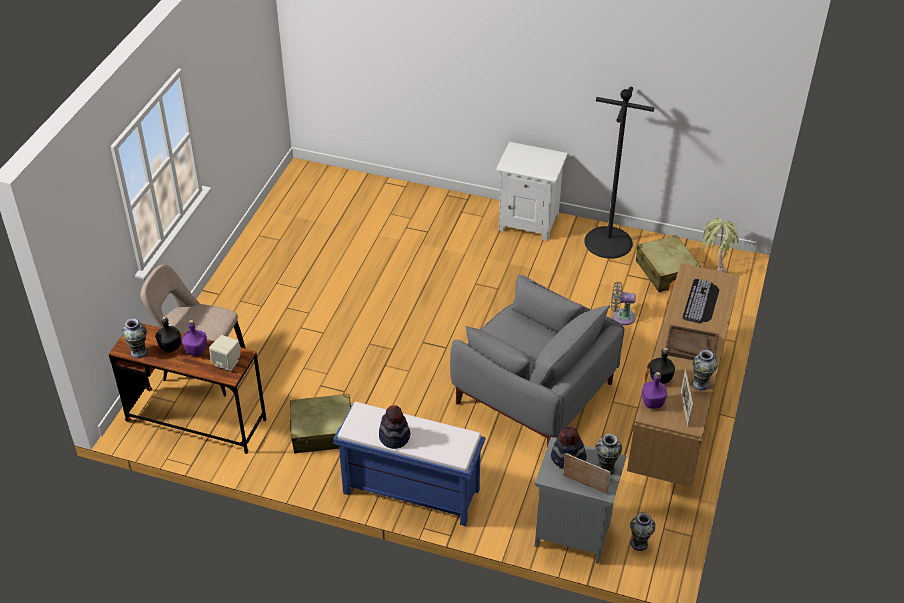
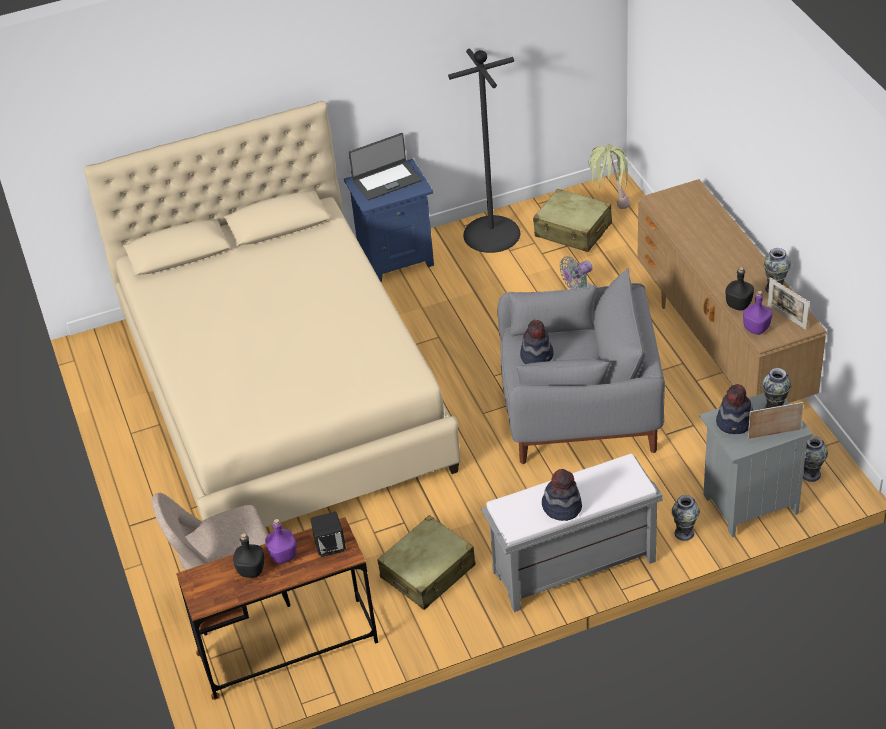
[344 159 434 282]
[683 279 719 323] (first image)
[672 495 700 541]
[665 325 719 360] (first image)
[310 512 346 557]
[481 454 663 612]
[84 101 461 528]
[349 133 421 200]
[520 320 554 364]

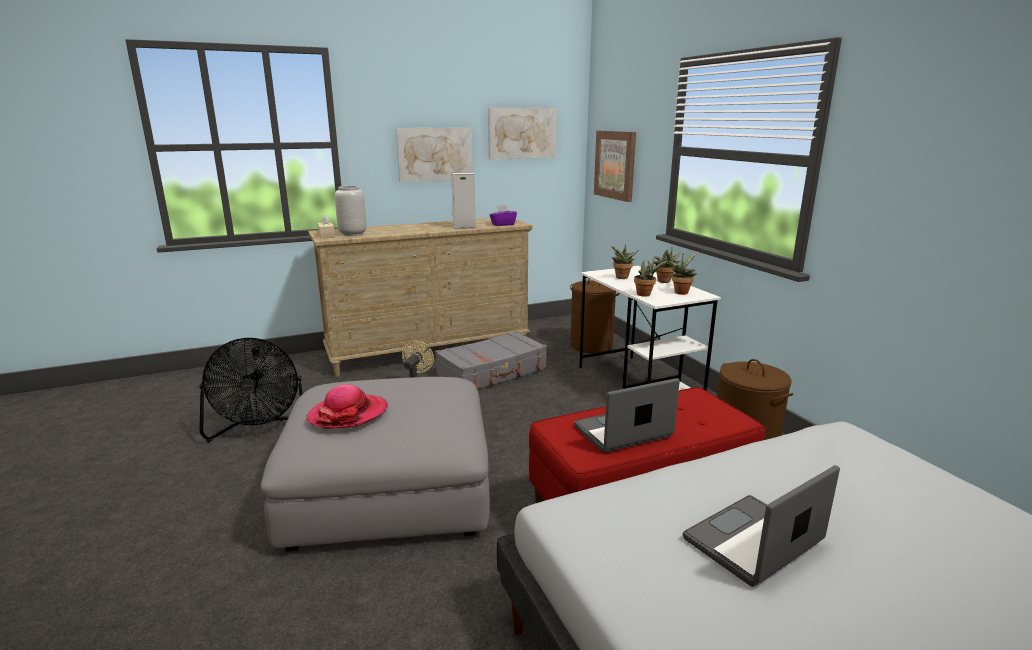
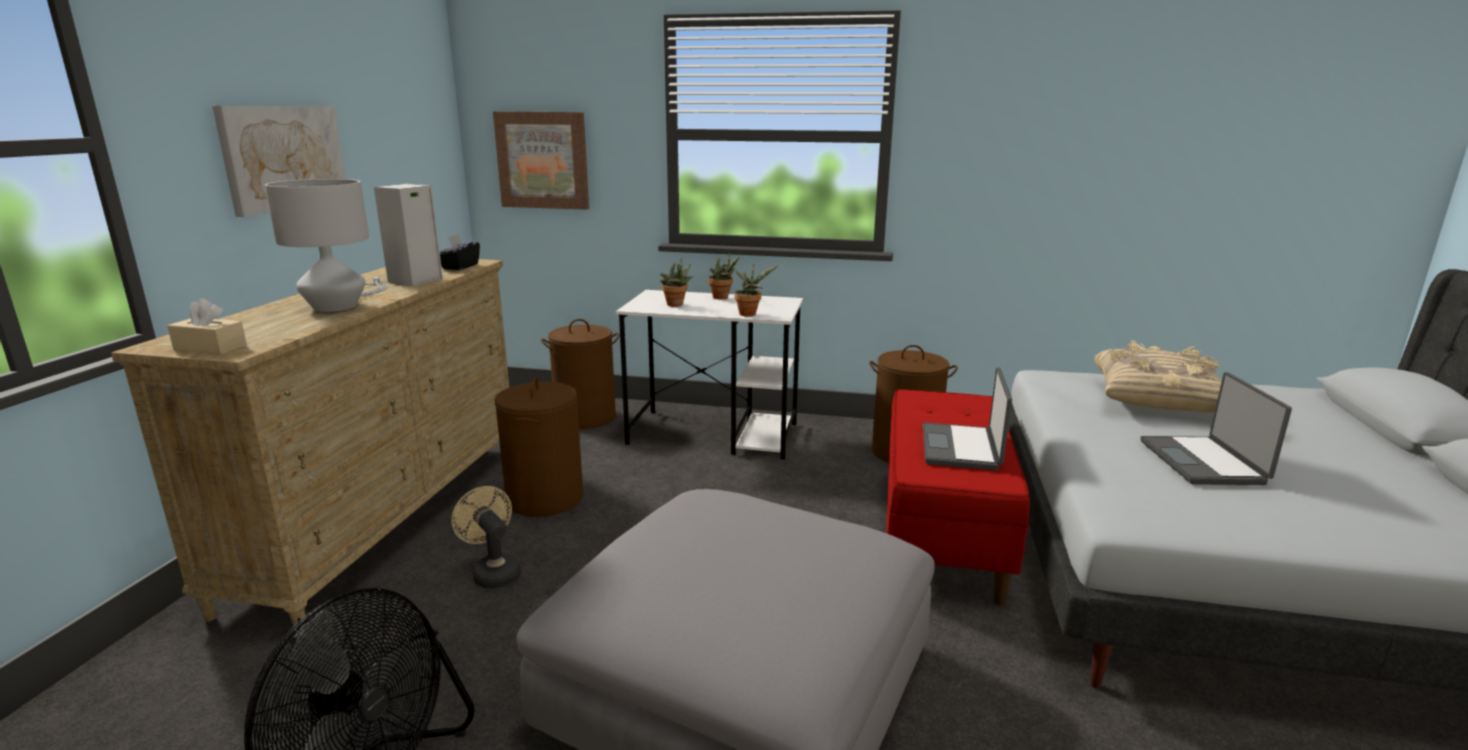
[488 107 557 160] (first image)
[335 186 366 236] (first image)
[440 234 480 270]
[668 251 698 295] (first image)
[494 377 583 517]
[306 384 388 429] (first image)
[265 179 388 312]
[1094 340 1222 413]

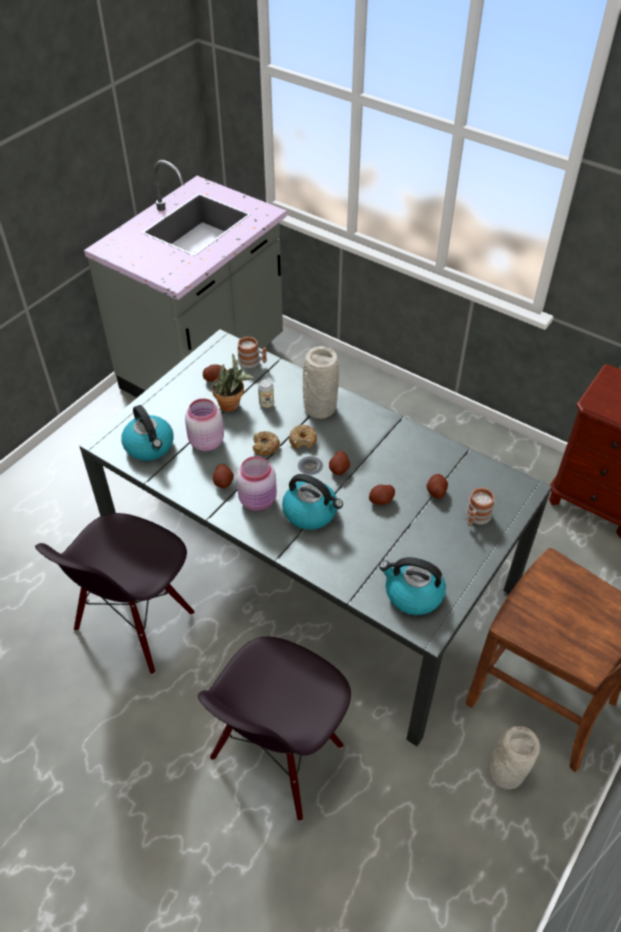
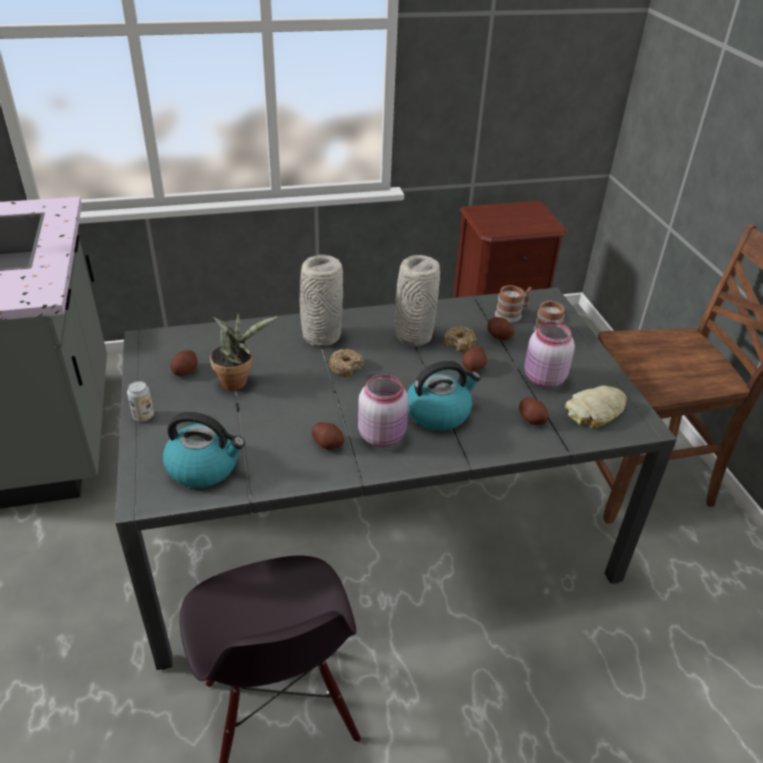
[495 285 532 323]
[127 381 154 421]
[524 322 575 388]
[444 326 477 352]
[519 397 548 425]
[565 385 627 428]
[198 637 351 821] (first image)
[395 255 440 347]

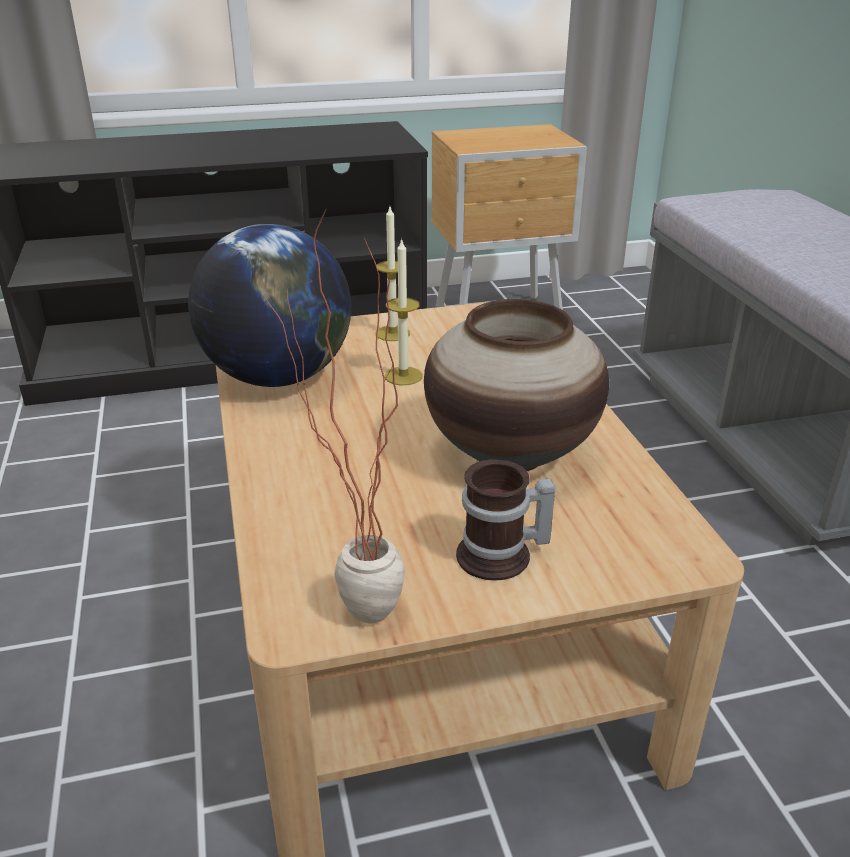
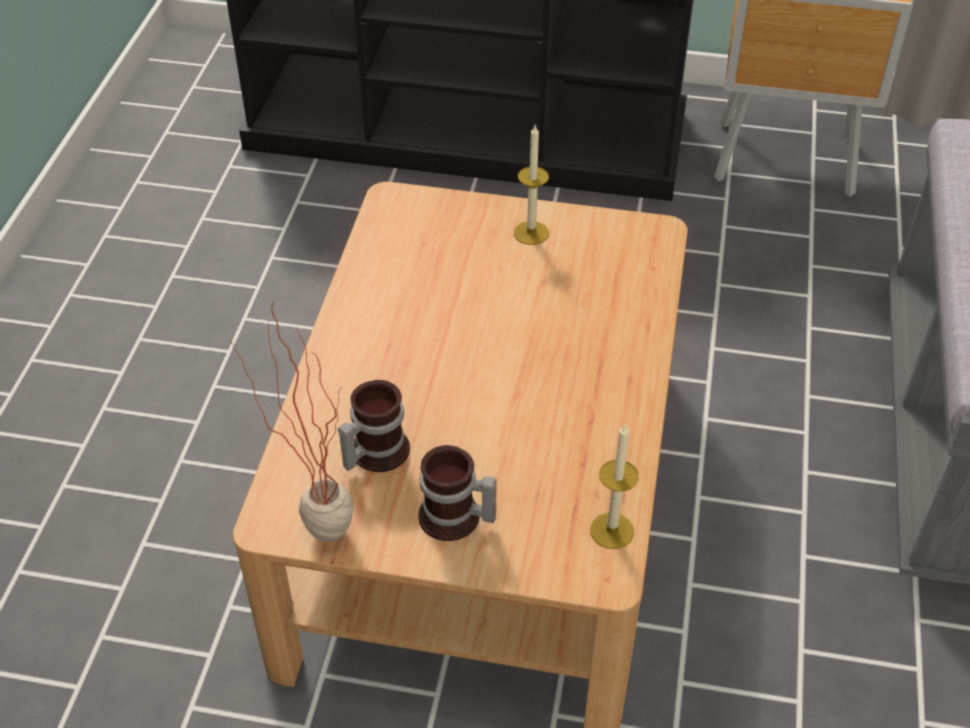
[188 224 351 387] (first image)
[590 423 639 549]
[424 299 609 471] (first image)
[338 380 410 472]

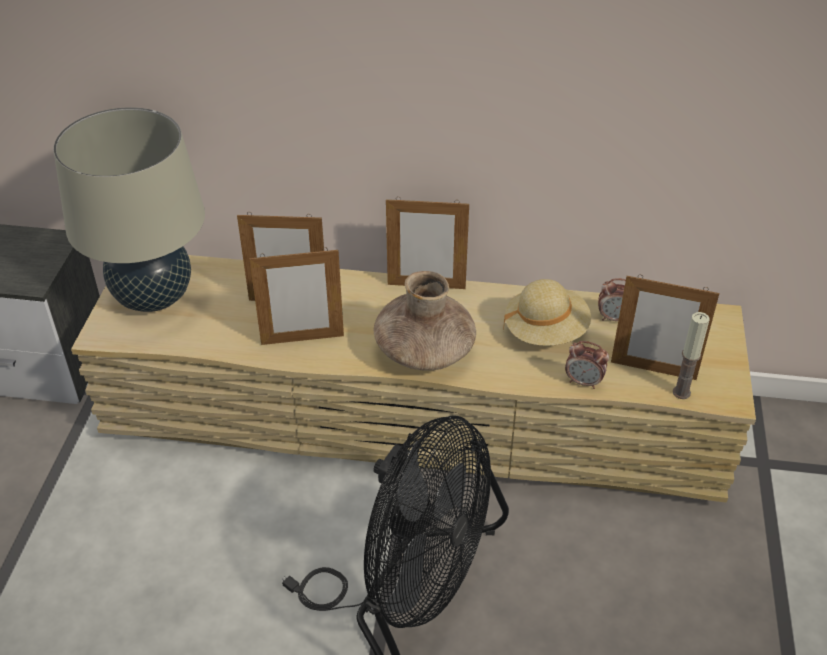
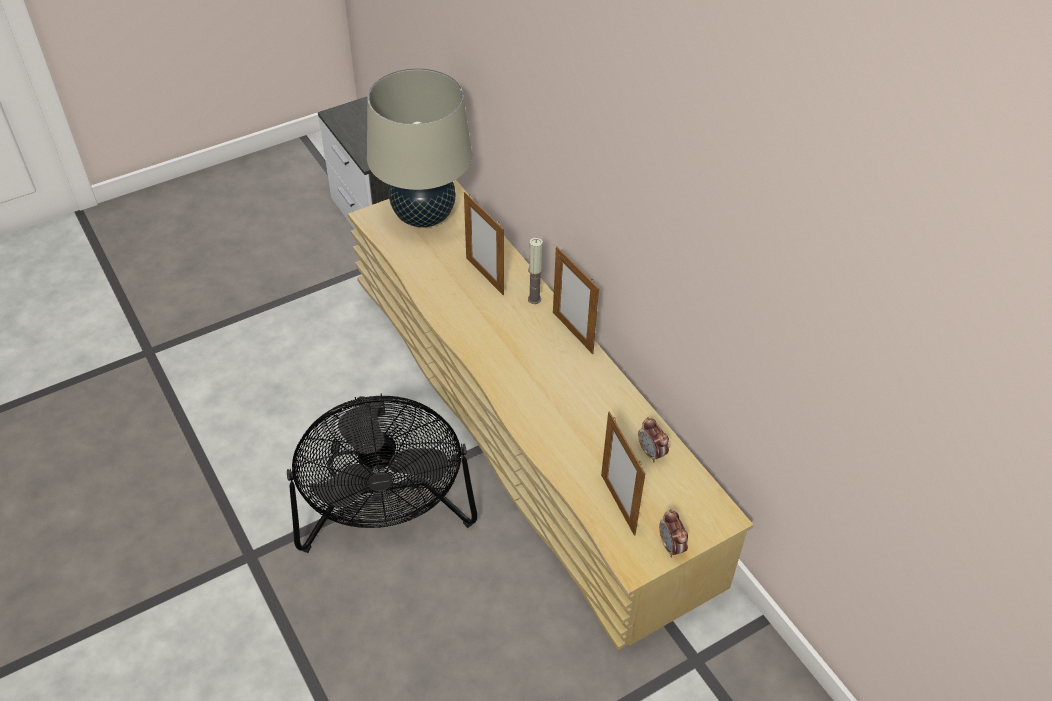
[249 248 344 345] (first image)
[374 271 476 370] (first image)
[503 279 591 346] (first image)
[528 238 543 304]
[659 509 688 558]

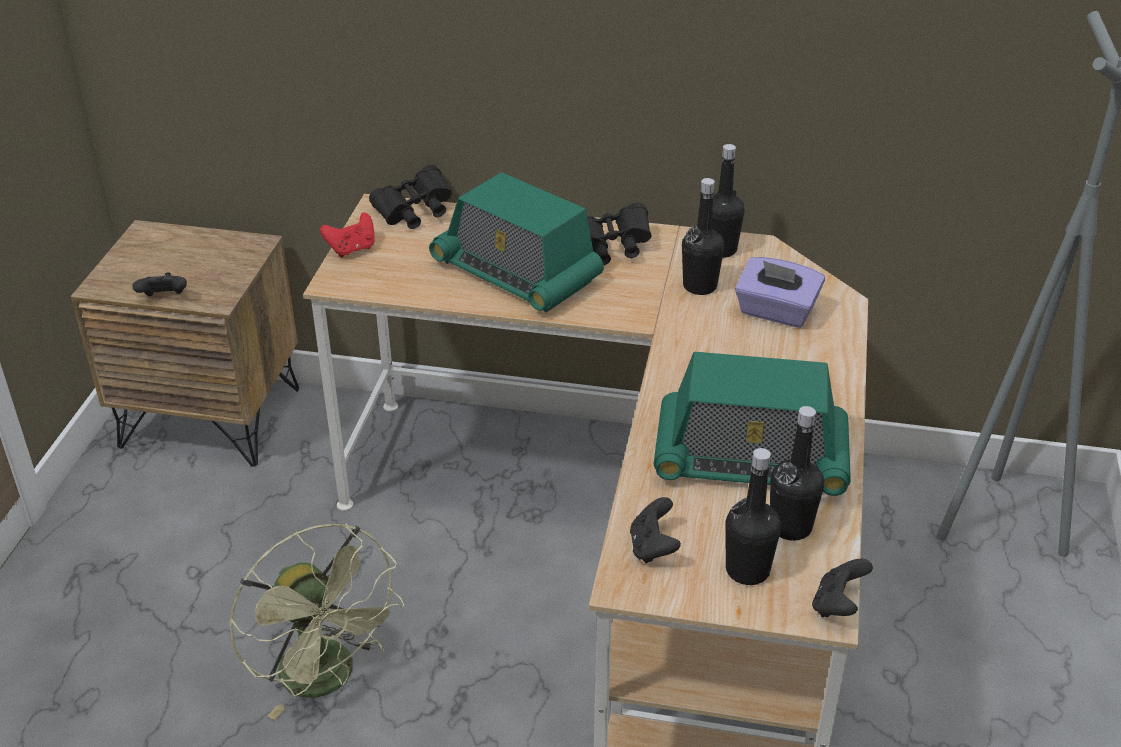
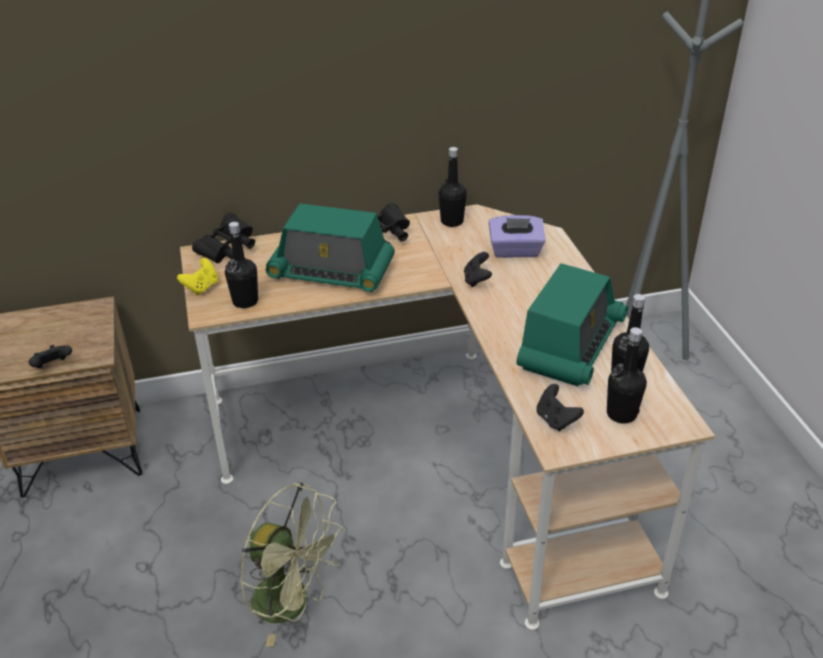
[225 222 258 308]
[177 258 218 295]
[517 263 628 386]
[464 252 492 287]

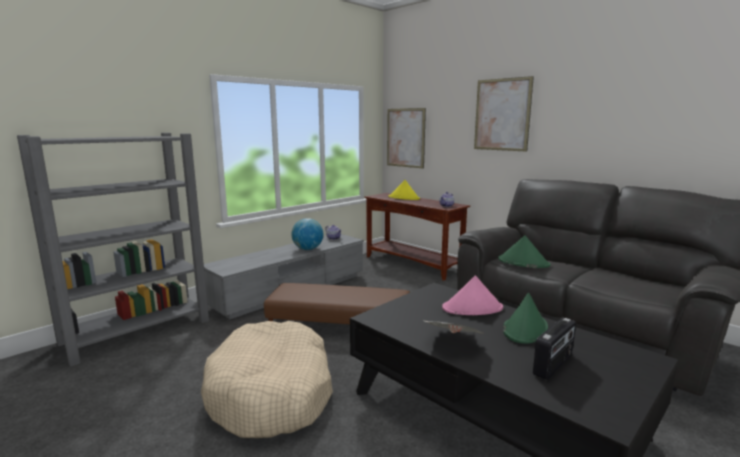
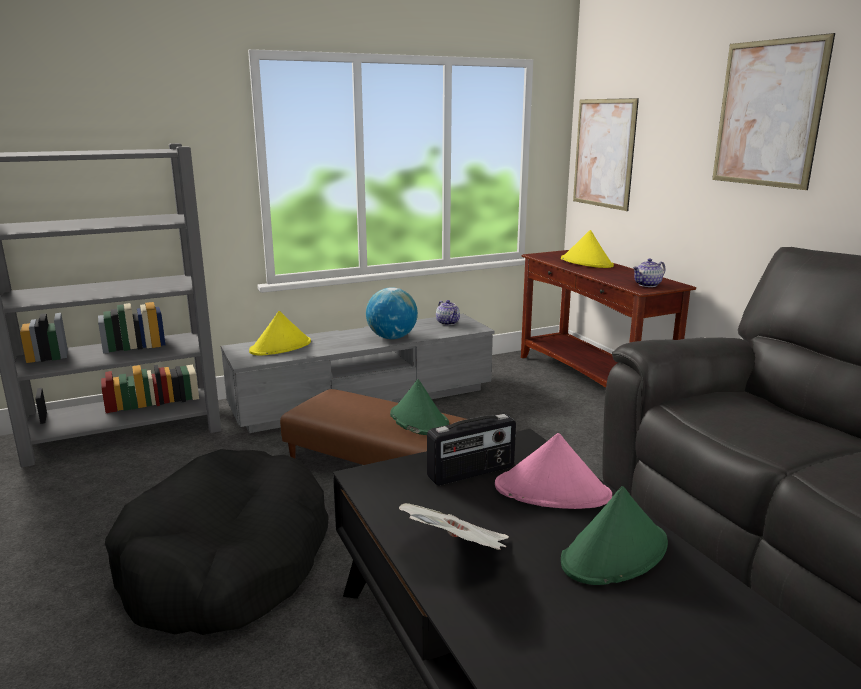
[390 379 449 435]
[427 413 516 485]
[105 449 329 635]
[249 311 311 355]

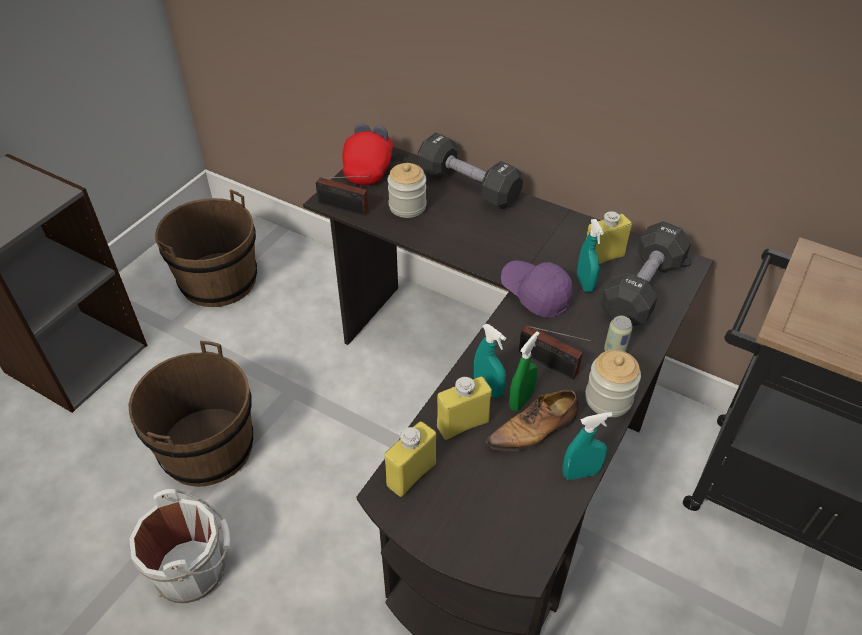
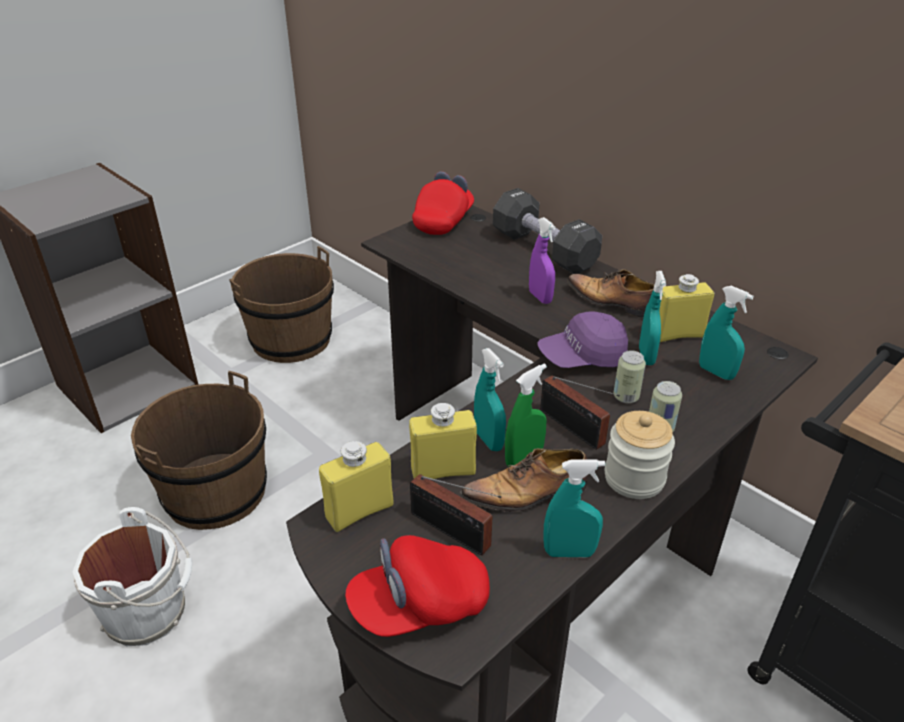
[388 163 427 218] (first image)
[410 474 501 555]
[699 286 754 380]
[537 311 628 368]
[529 217 556 304]
[567 269 654 318]
[614 350 646 403]
[345 535 490 637]

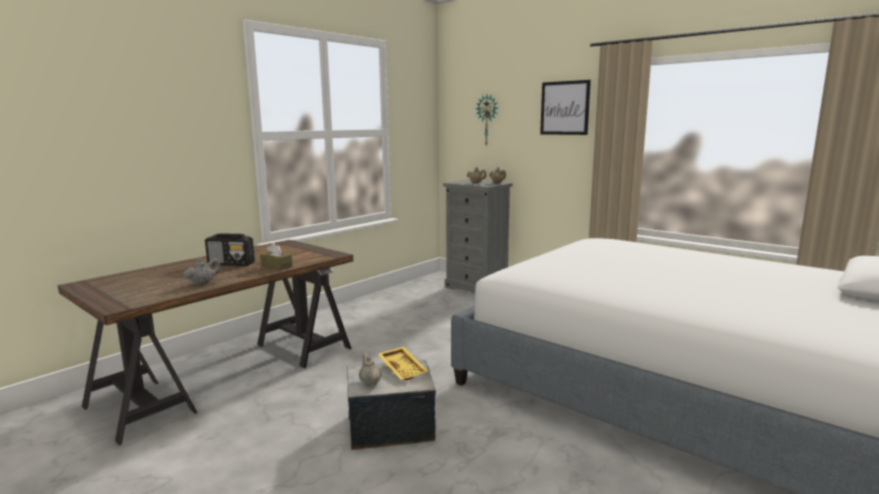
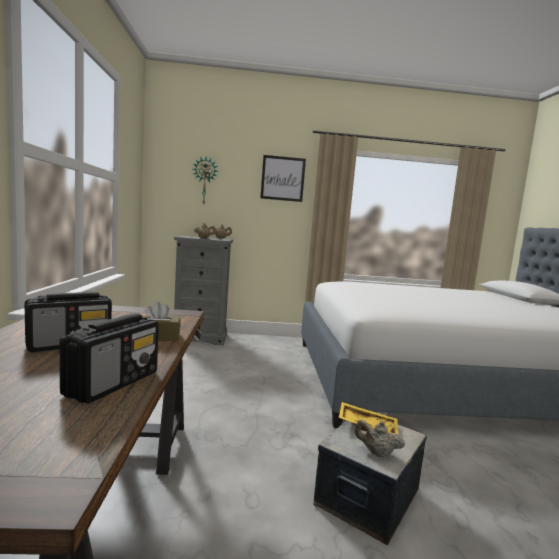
[60 313 159 404]

